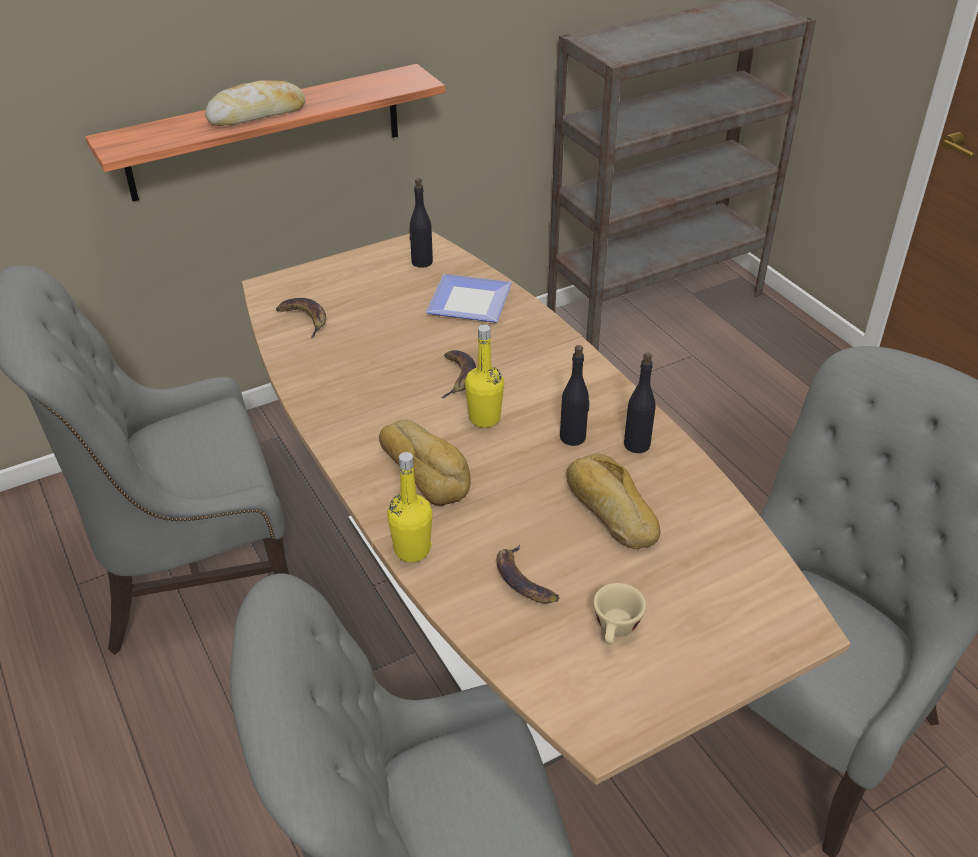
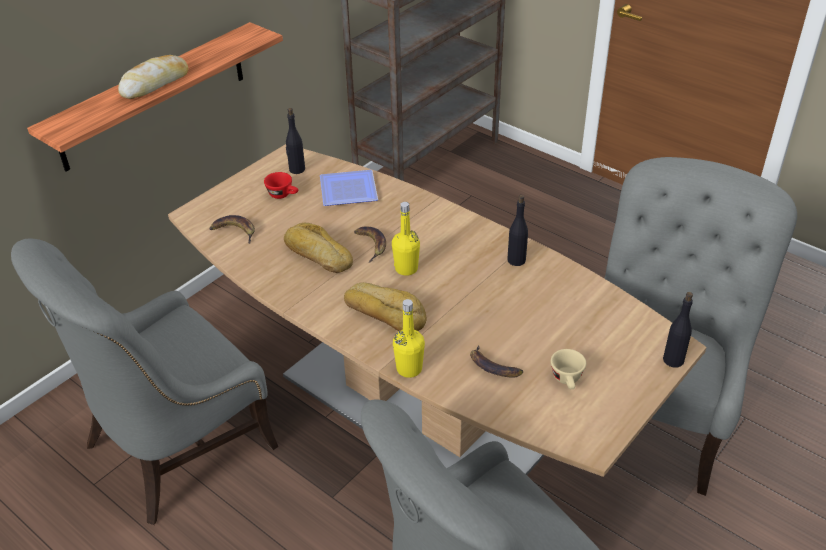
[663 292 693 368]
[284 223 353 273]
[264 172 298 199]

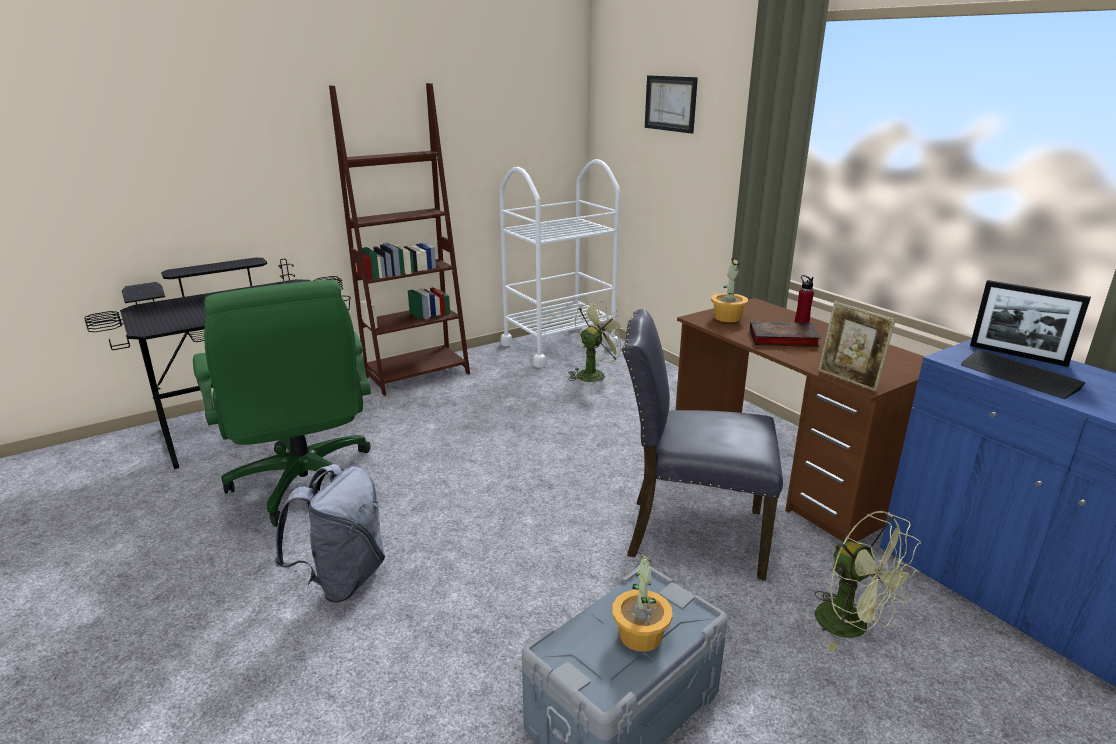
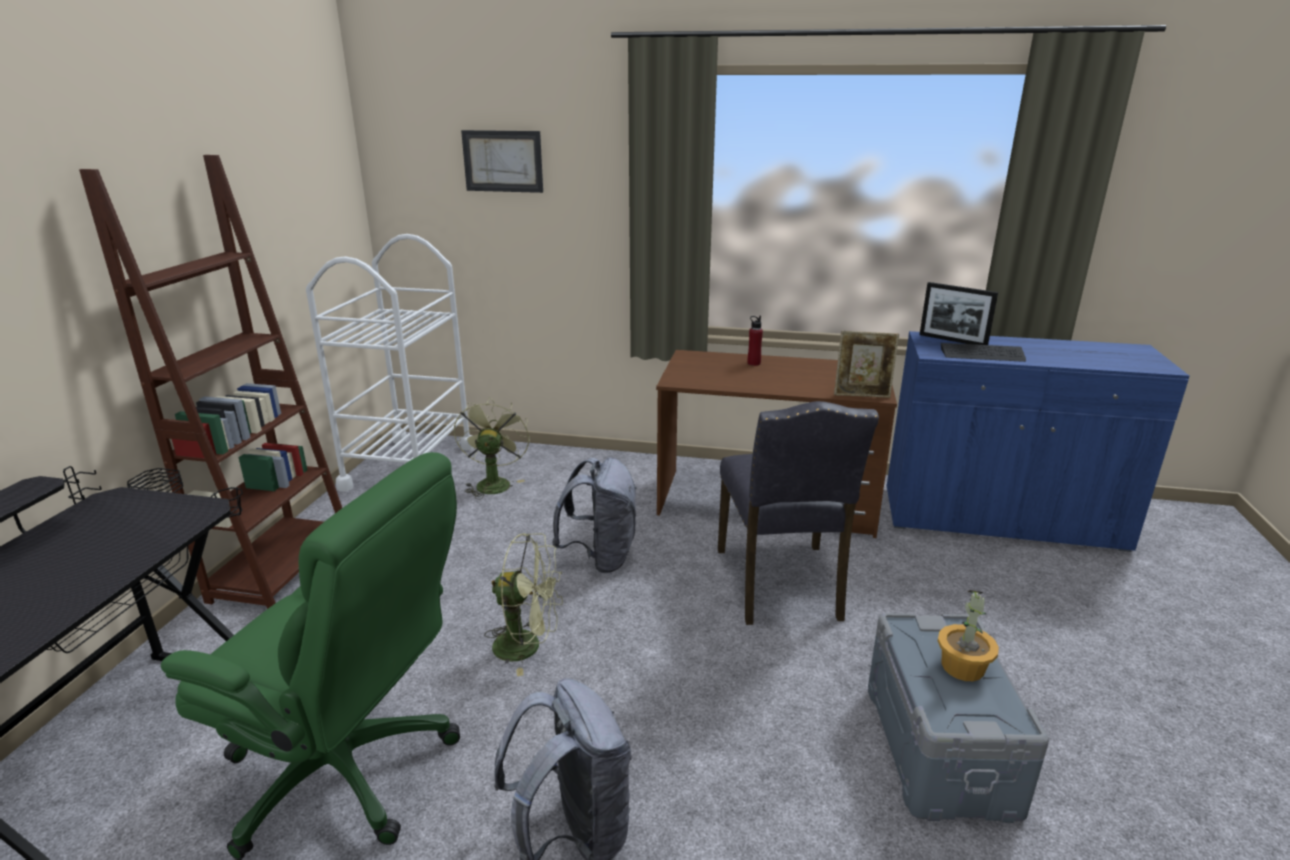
[711 258 748 322] (first image)
[920 282 998 345]
[718 401 879 625]
[750 322 821 347] (first image)
[484 533 563 676]
[552 457 637 573]

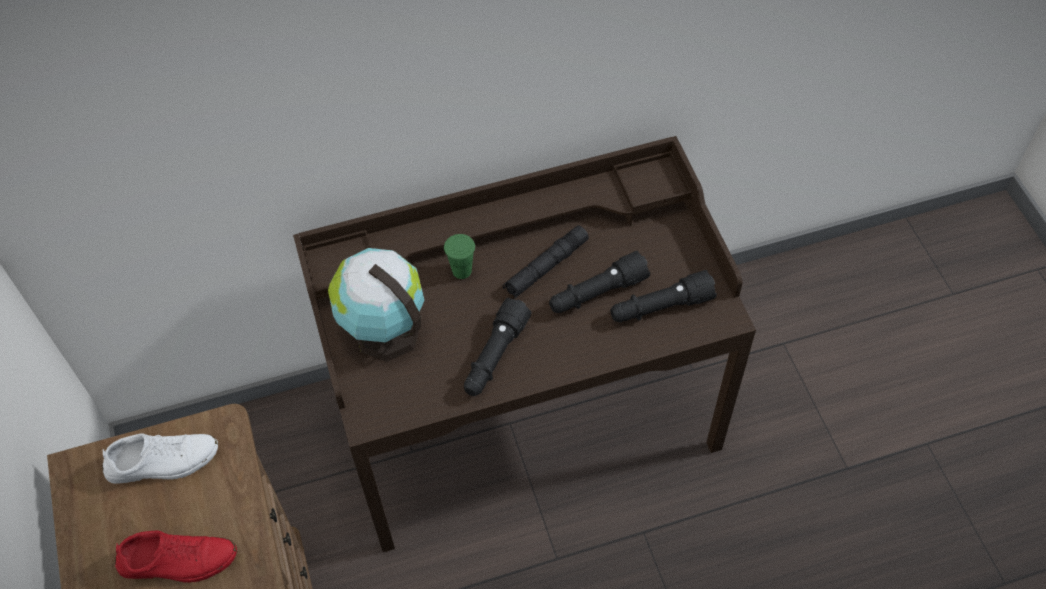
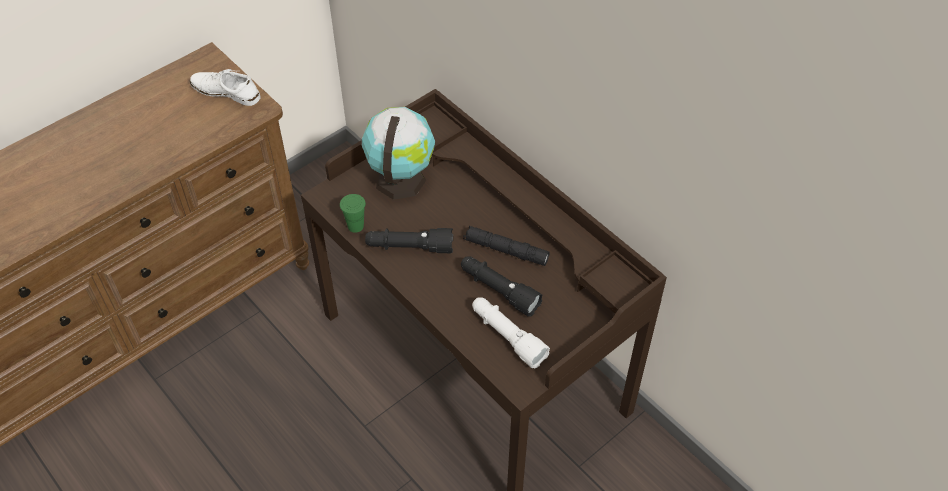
[340 194 366 233]
[472 297 550 368]
[190 69 261 106]
[115 531 237 583] (first image)

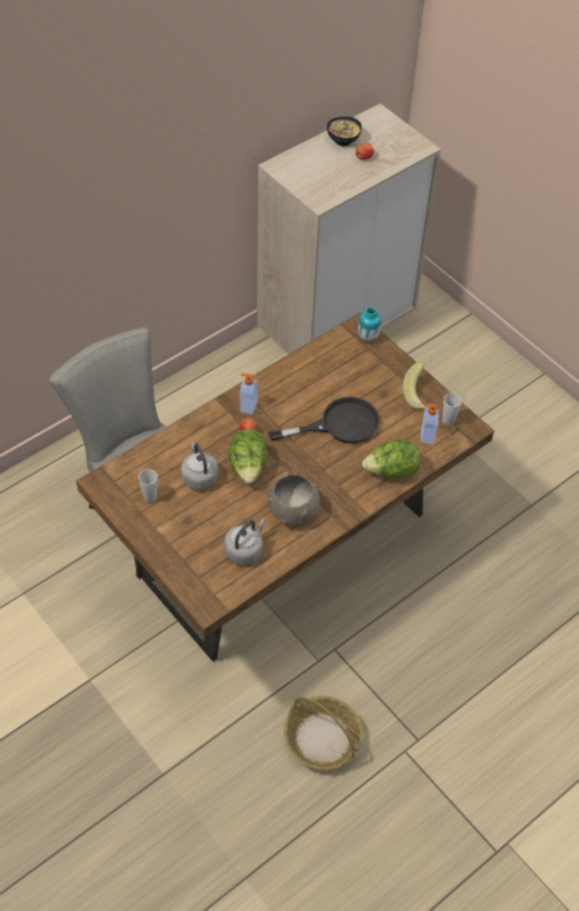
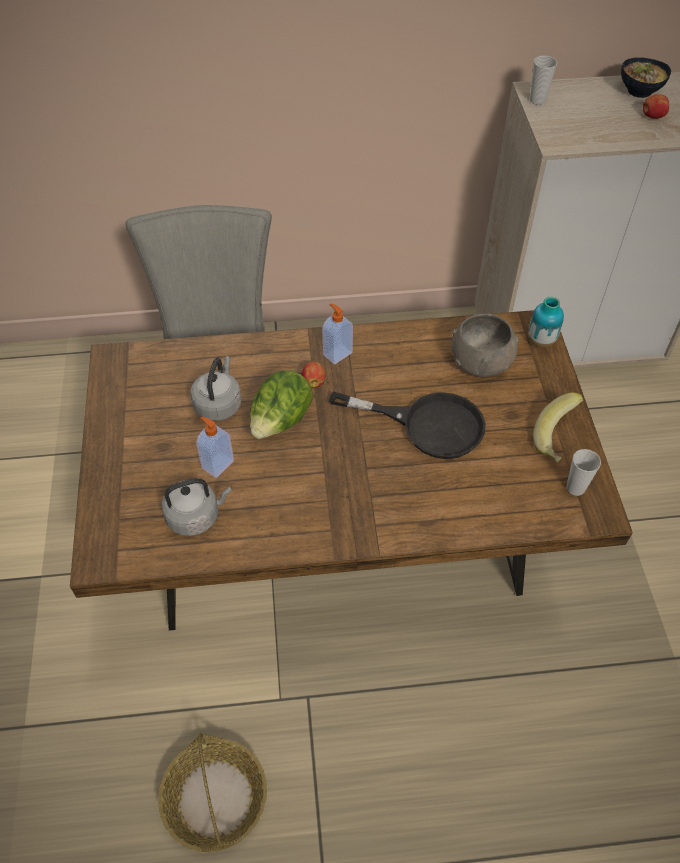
[196 417 234 478]
[362 439 421 479] (first image)
[530 55 558 105]
[452 314 519 377]

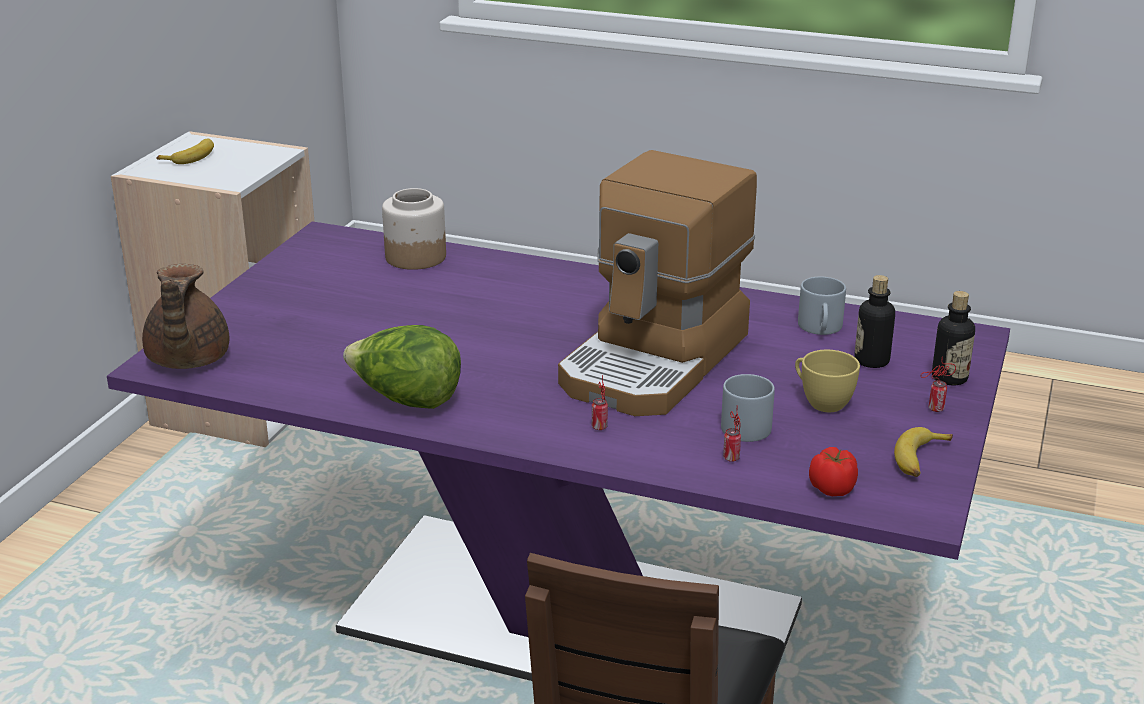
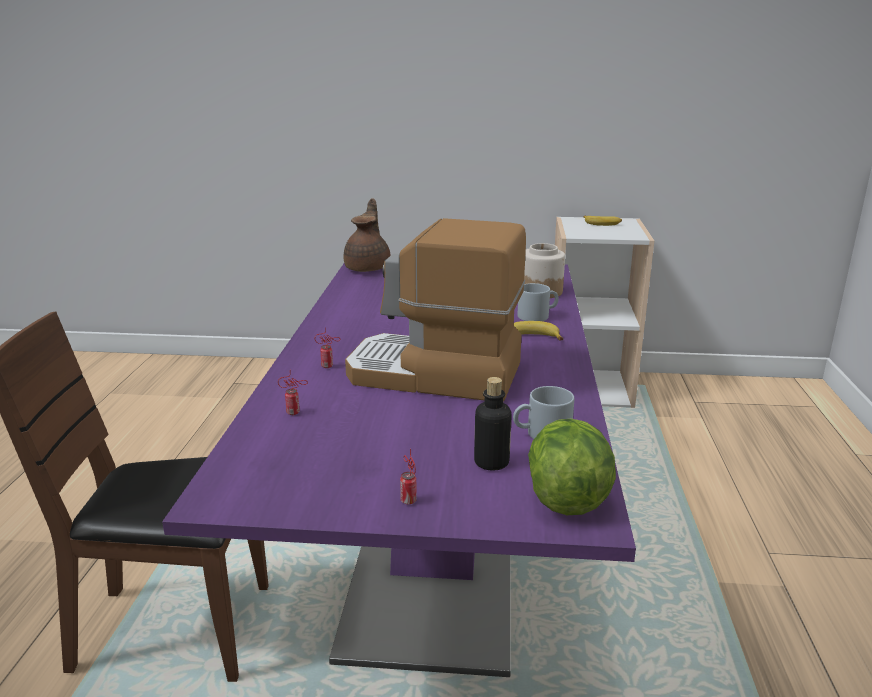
[344 198 391 272]
[932 291 975 385] (first image)
[528 419 616 515]
[795 350 860 412] (first image)
[518 283 559 321]
[514 321 563 341]
[809 447 858 496] (first image)

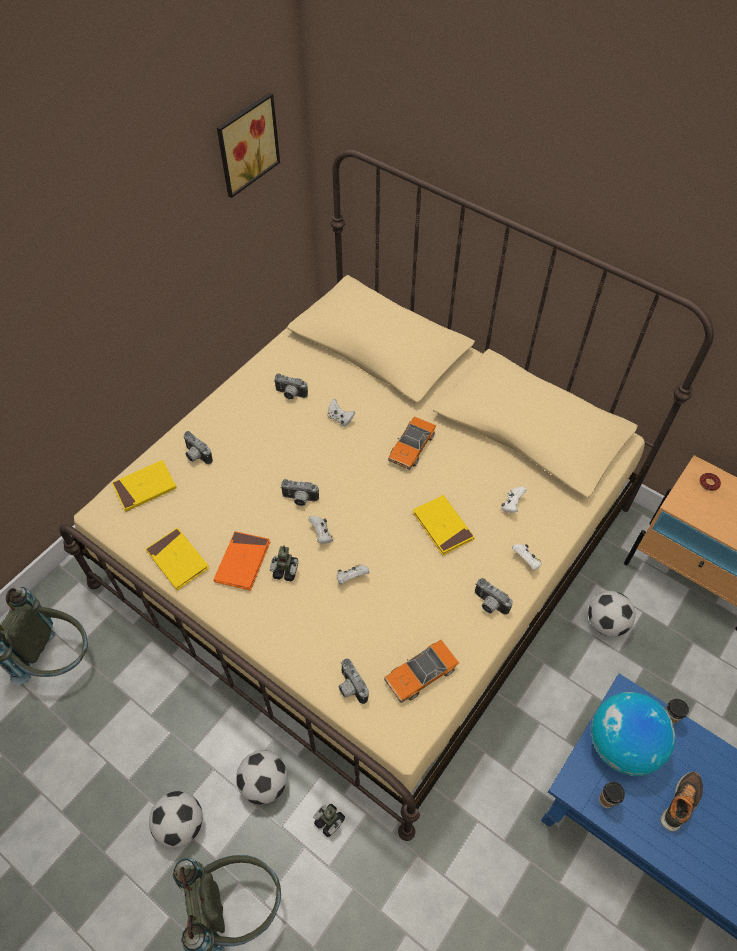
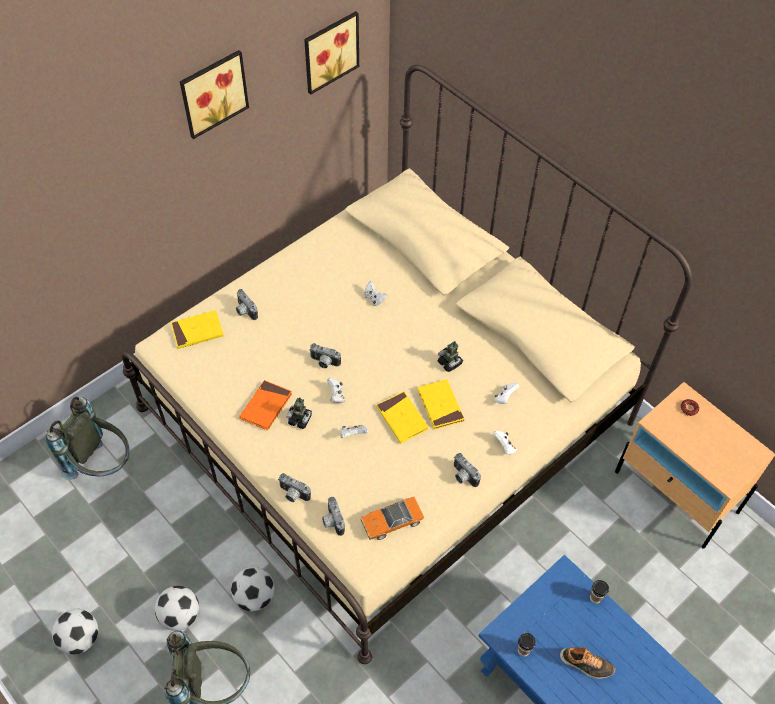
[278 473 311 502]
[388 416 436 470] (first image)
[376 391 429 444]
[52 609 98 655]
[591 692 675 776] (first image)
[560 648 616 679]
[438 341 463 372]
[180 50 249 139]

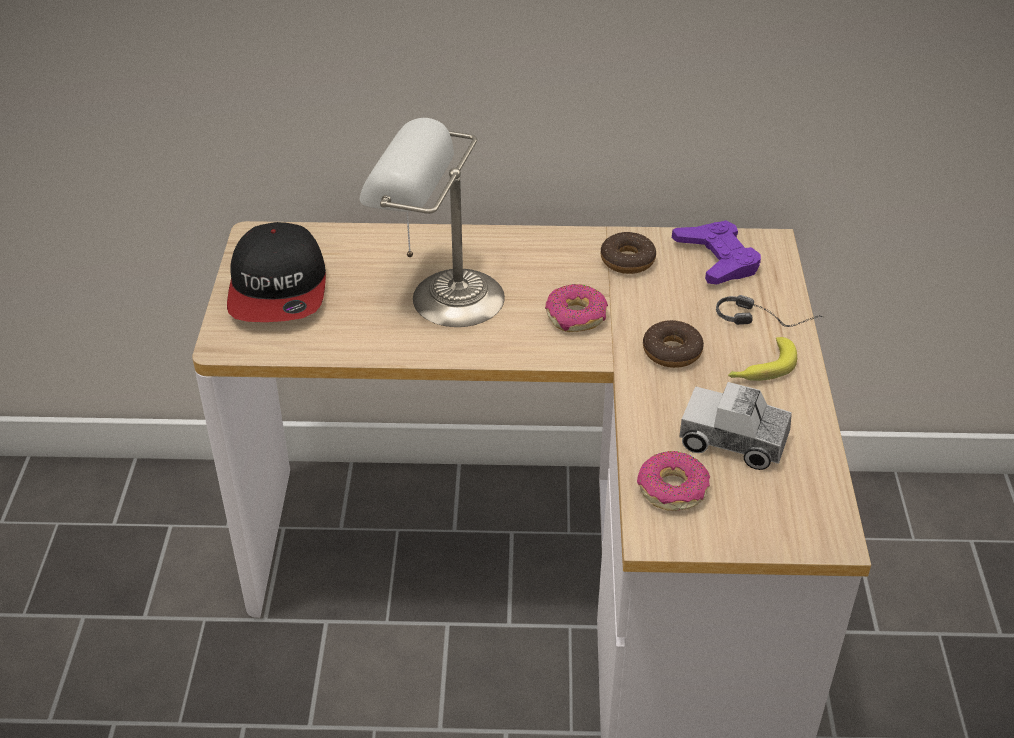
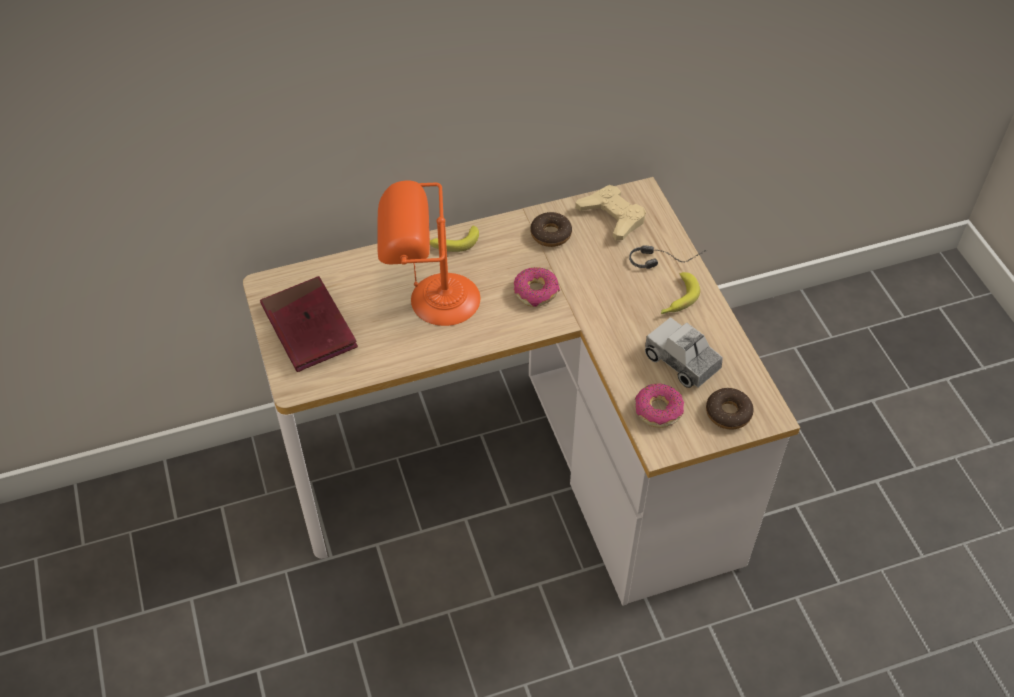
[377 180 480 326]
[575 185 646 241]
[260 276 358 372]
[706 388 753 430]
[645 317 723 388]
[430 226 479 252]

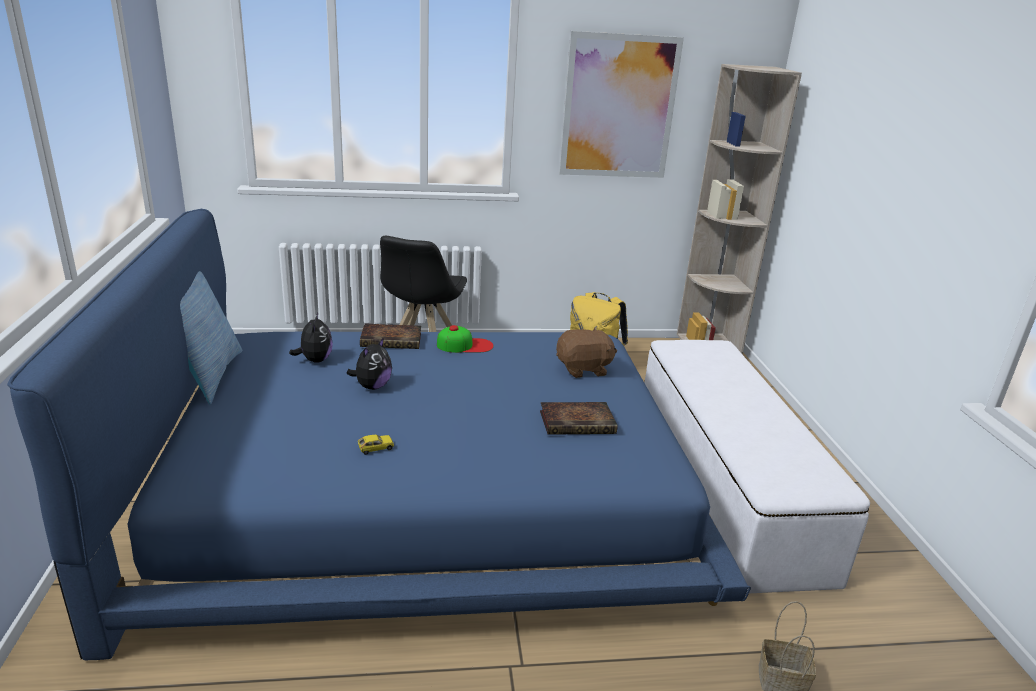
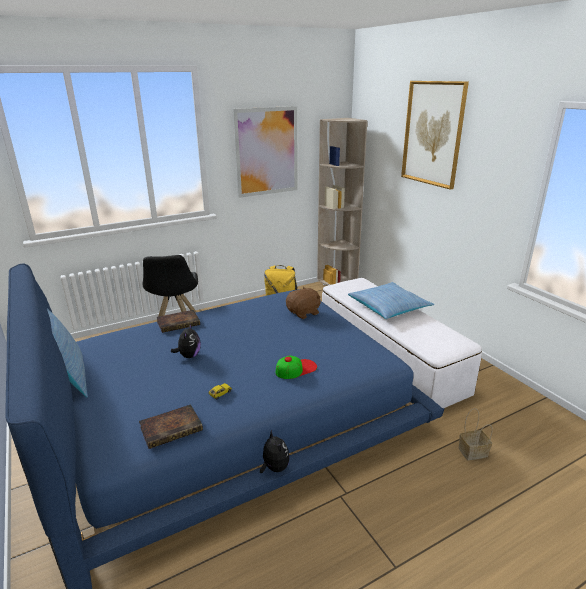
[260 430 289 473]
[276 355 317 379]
[139 404 203 449]
[401 81 469 190]
[348 282 434 319]

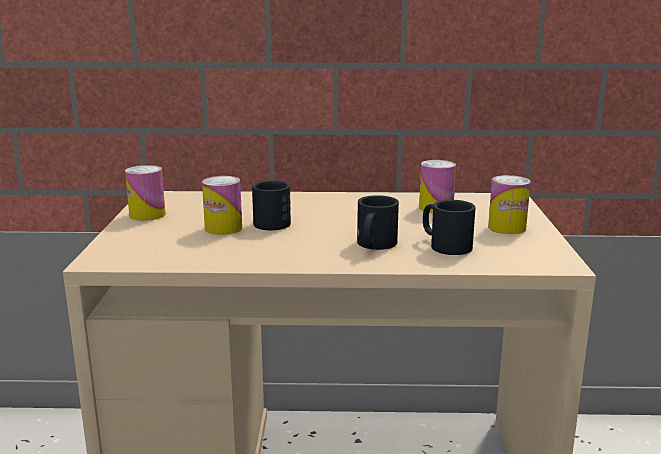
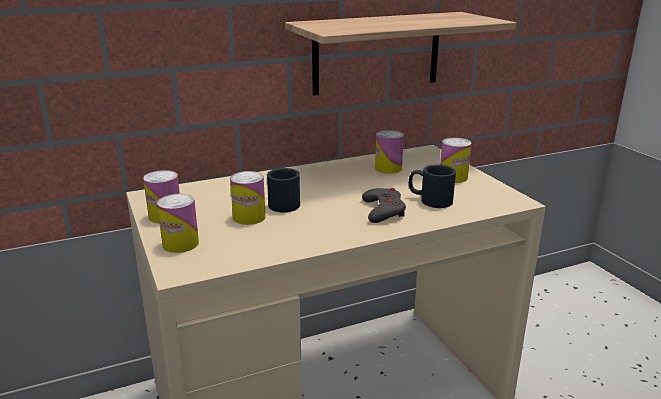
[362 188 406 223]
[285 12 516 96]
[157 194 199 253]

